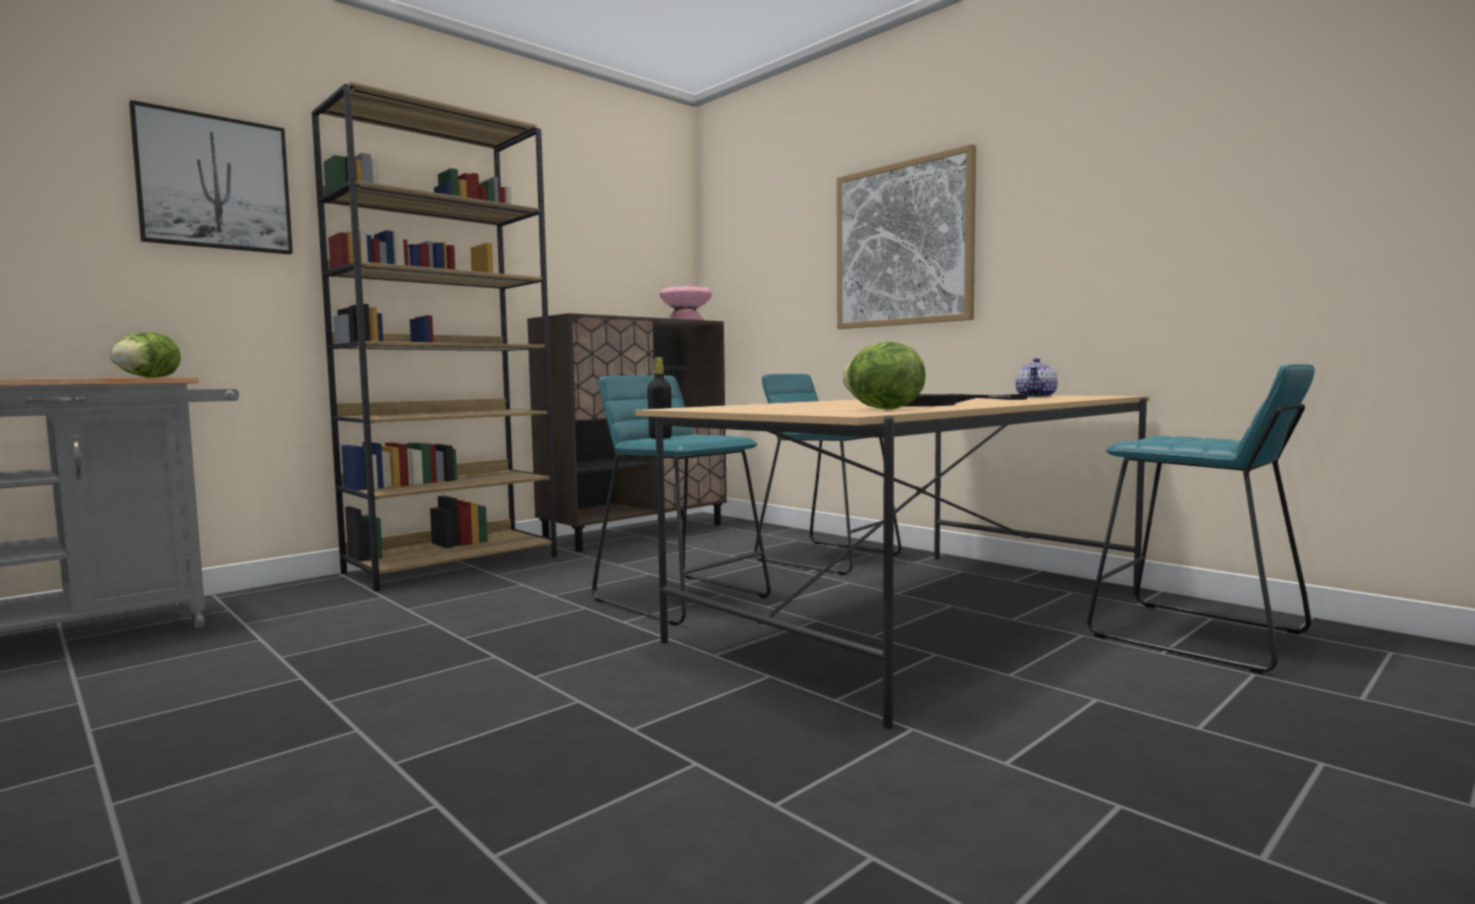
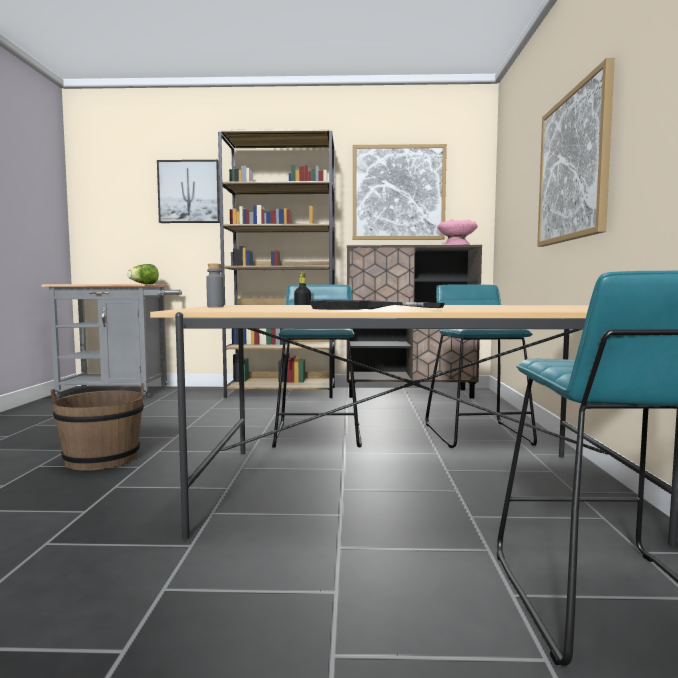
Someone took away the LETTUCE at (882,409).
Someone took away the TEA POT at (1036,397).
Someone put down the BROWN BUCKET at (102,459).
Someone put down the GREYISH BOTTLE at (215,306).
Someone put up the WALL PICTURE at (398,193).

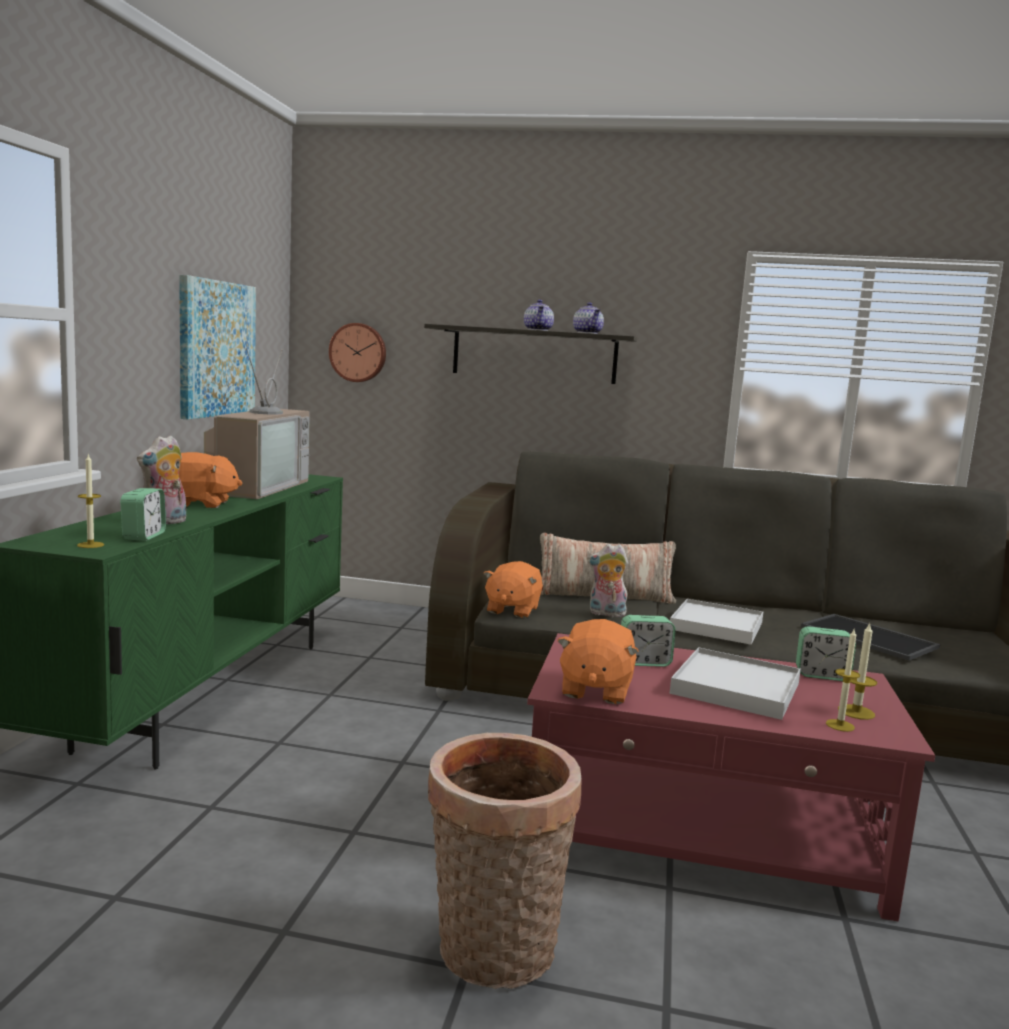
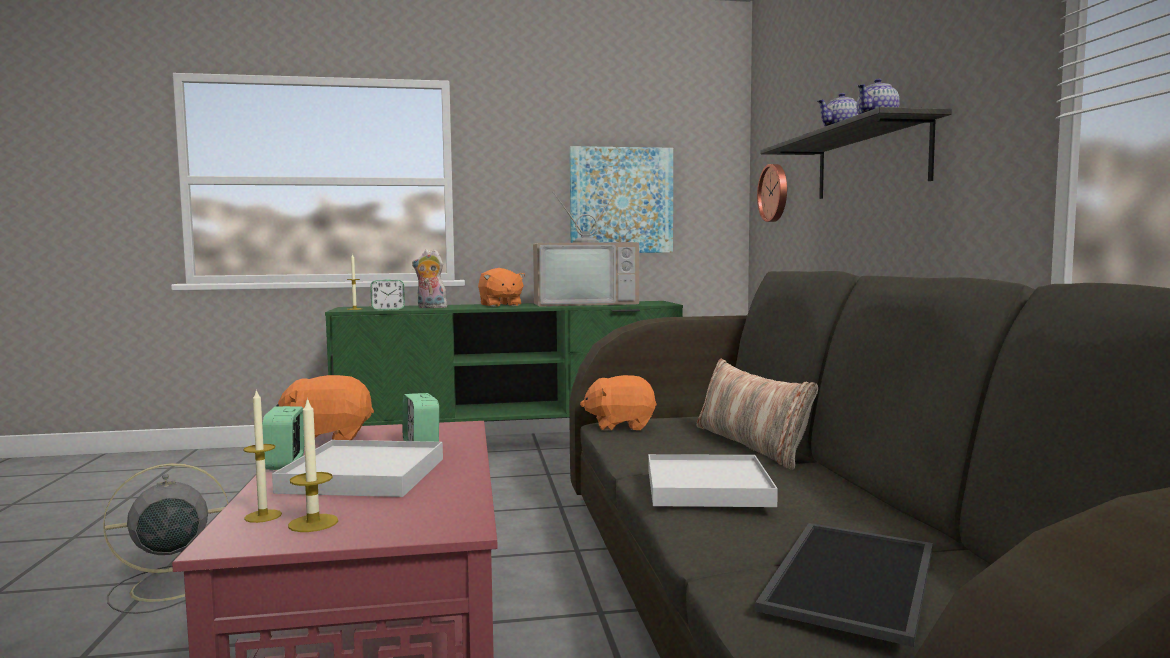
Someone swapped the BASKET at (493,955) for the GREYISH ELECTRIC FAN at (168,586).
Someone took away the CUDDLY TOY at (606,614).
Someone carried the BEDSIDE CLOCK from (822,675) to (285,463).

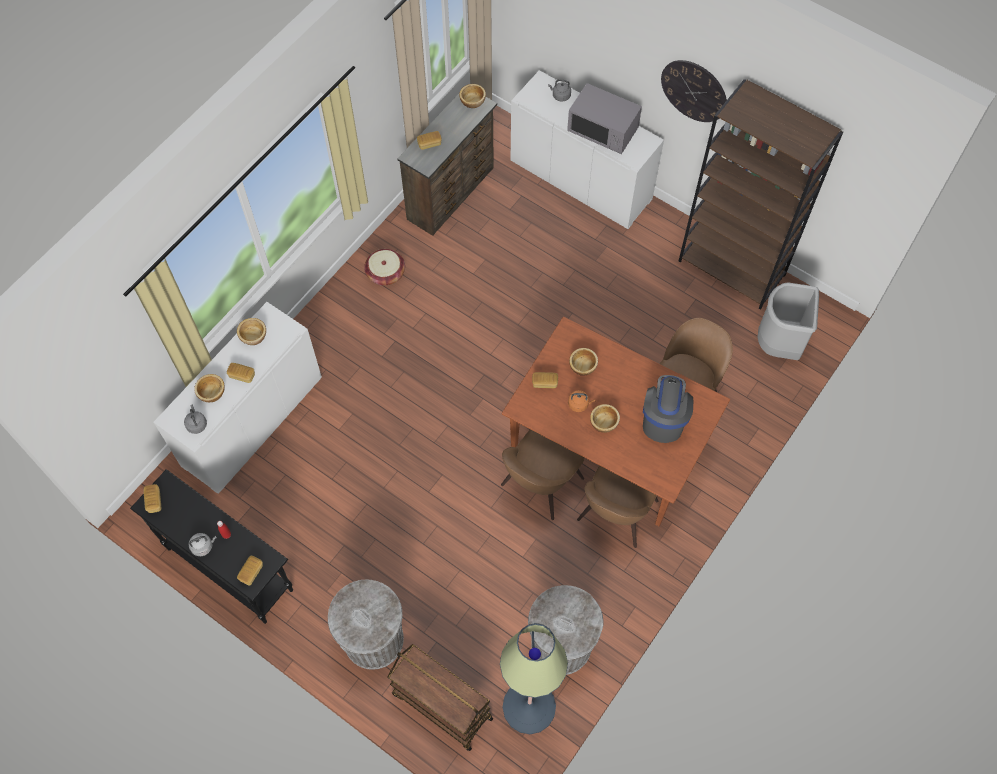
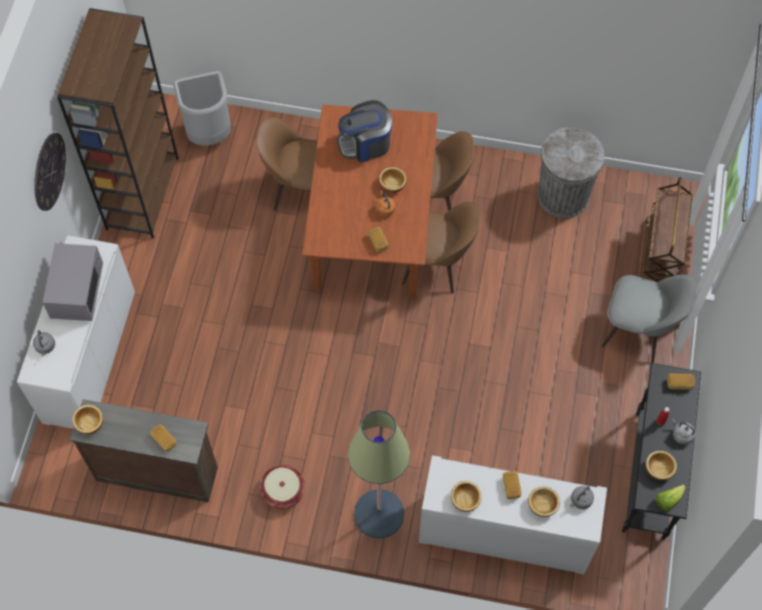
Someone swapped the BAKERY BREAD at (154,501) for the LETTUCE at (668,500).
Someone swapped the GREYISH WASTE BIN at (373,639) for the GREYISH UPRIGHT CHAIR at (639,330).
Someone carried the STANDING LAMP from (529,707) to (379,514).
Someone carried the SERVING BOWL from (582,365) to (658,469).

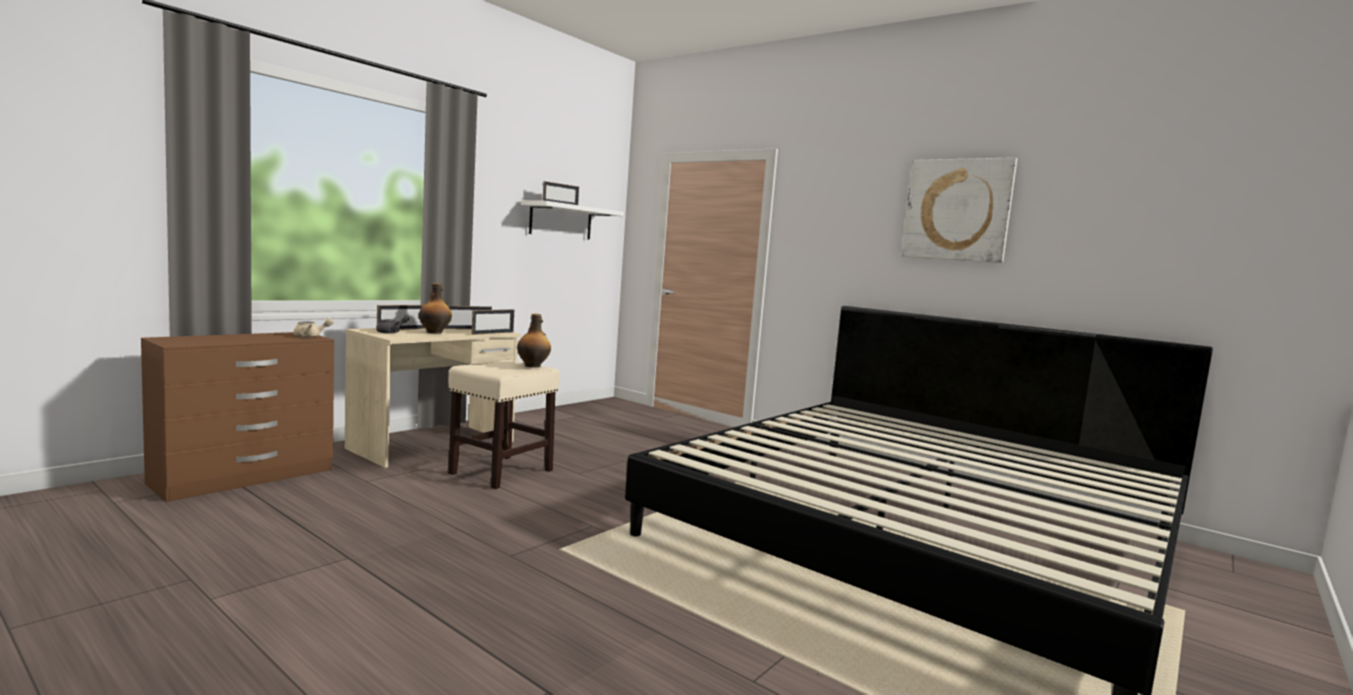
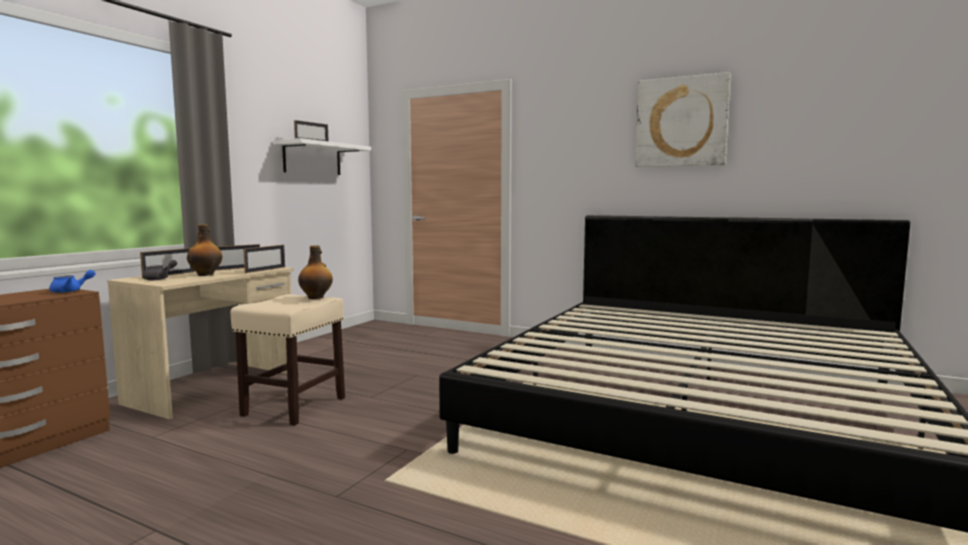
Someone repainted the BEIGE-COLOURED TEA POT at (311,336), which became the BLUISH TEA POT at (71,291).

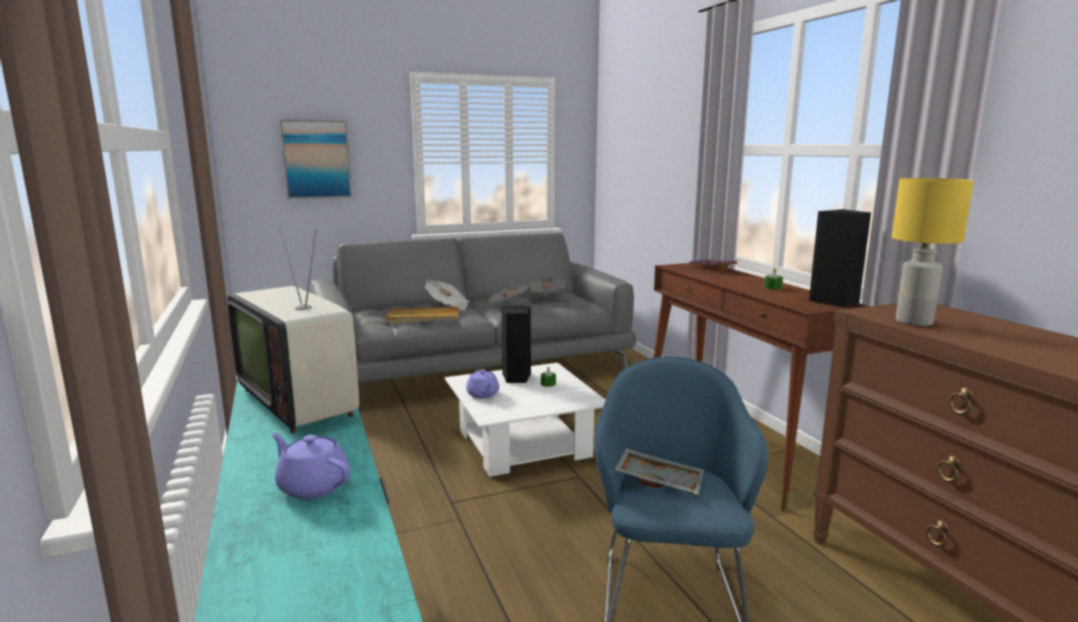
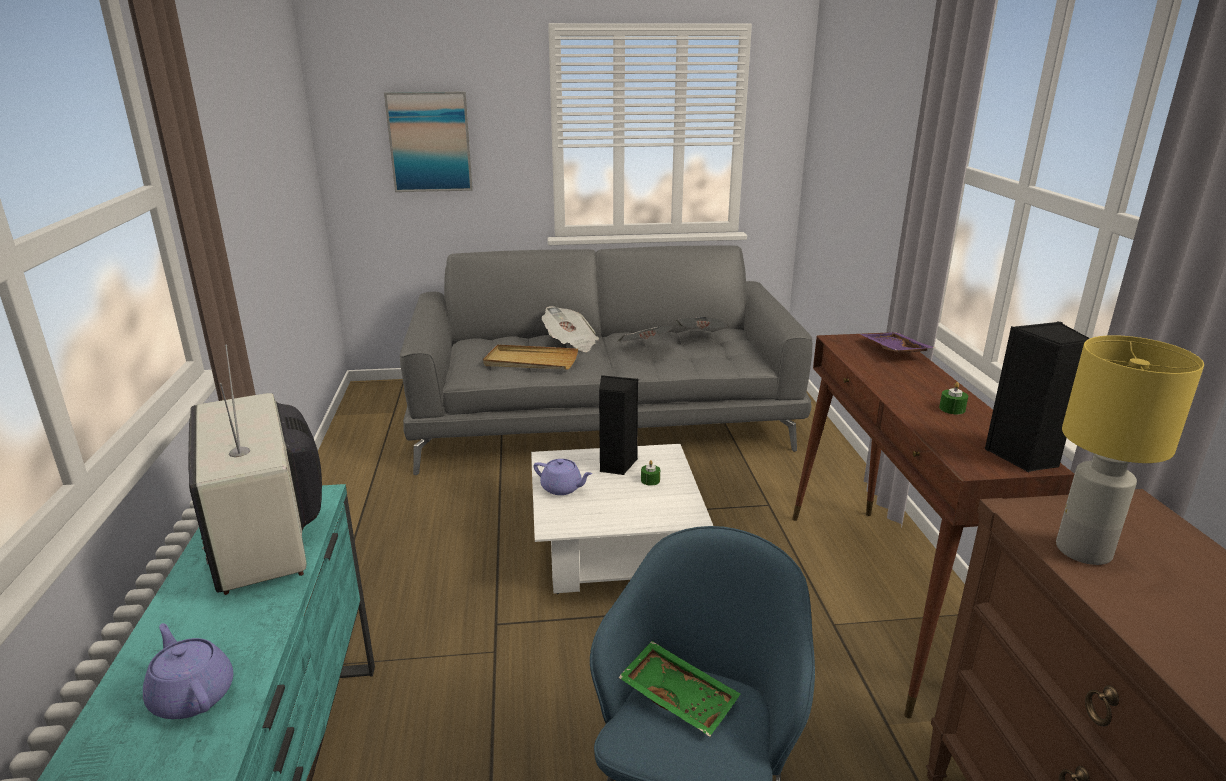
Someone rotated the PURPLE-COLOURED TEA POT at (483,395) by 60 degrees counterclockwise.
Someone repainted the GREYISH SERVING TRAY at (659,480), which became the GREENISH SERVING TRAY at (679,696).

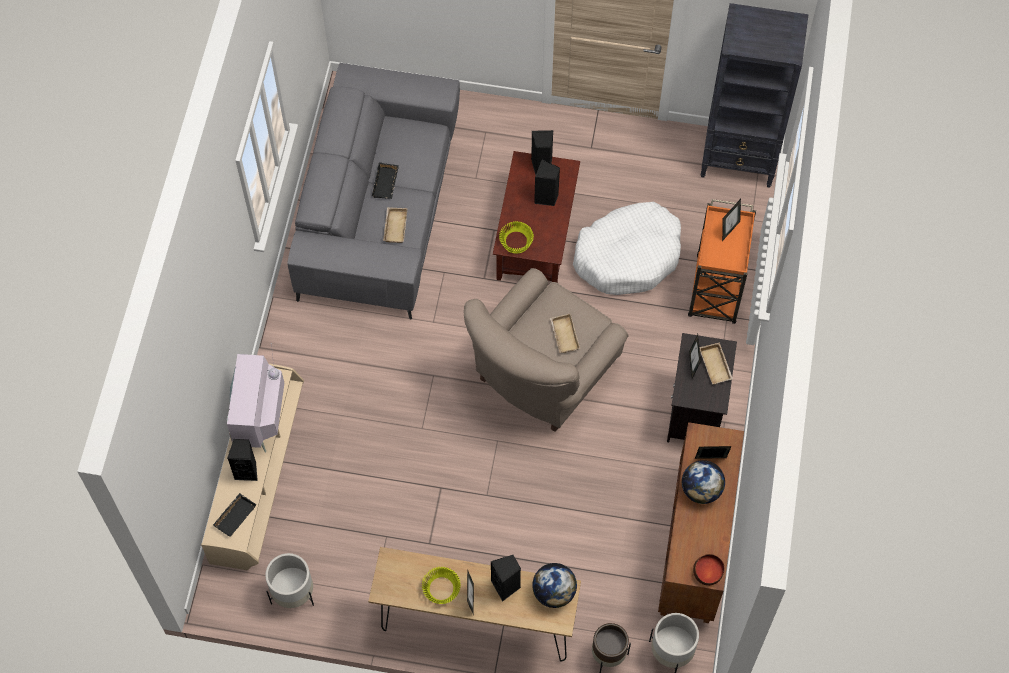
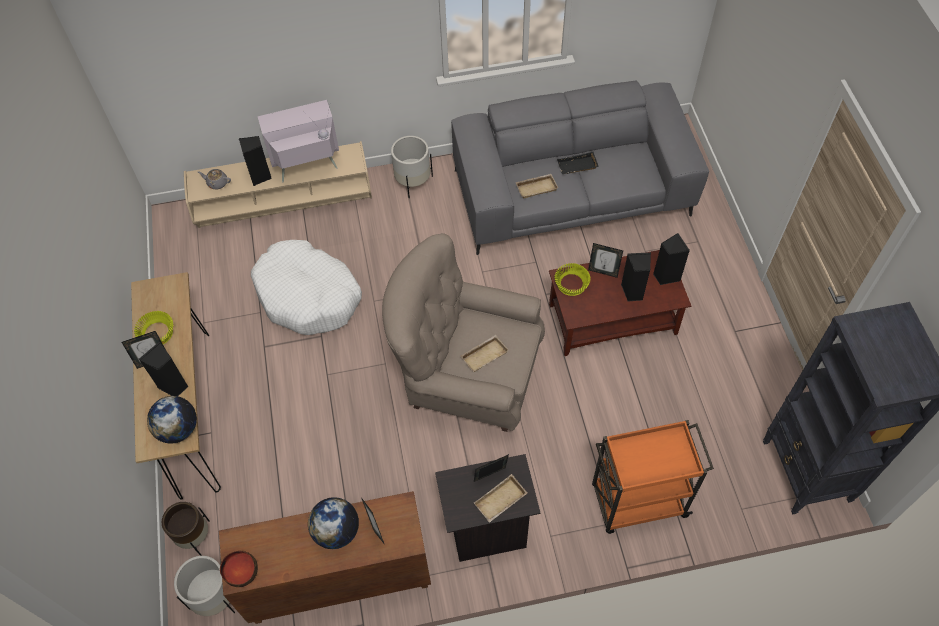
Someone swapped the BLACK-COLOURED SERVING TRAY at (234,515) for the GREYISH TEA POT at (217,183).
Someone carried the WHITE FLOWER POT from (293,593) to (413,182).
Someone carried the WHITE DOG CUSHION from (628,255) to (308,296).
Someone carried the PHOTO FRAME from (729,230) to (603,272).

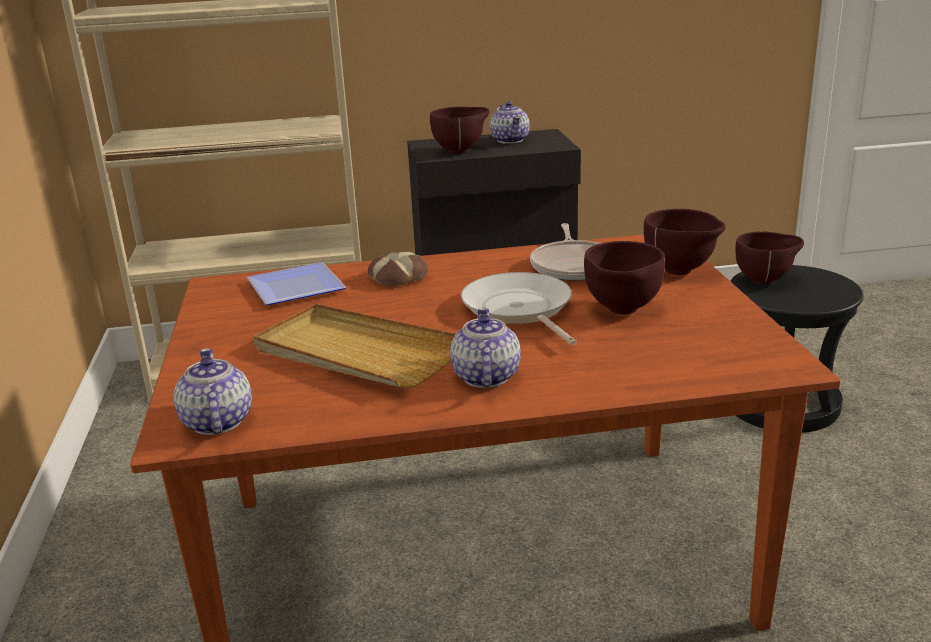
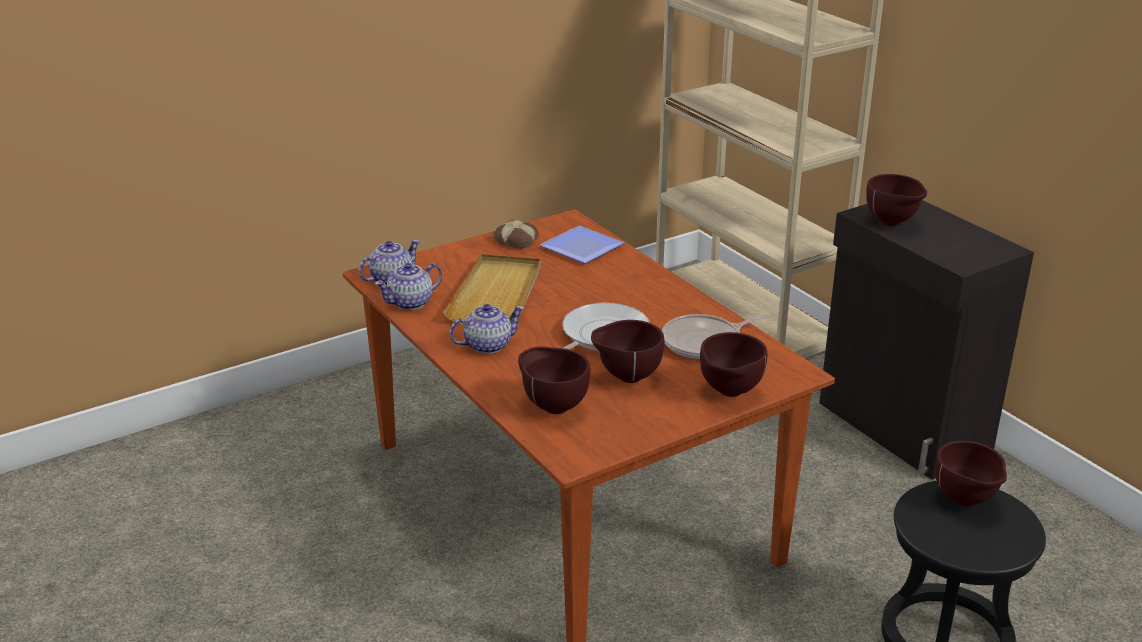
Someone carried the BAKERY BREAD from (398,277) to (517,240).
Someone carried the TEA POT from (510,140) to (411,303).
Someone put down the BROWN SERVING BOWL at (553,406).

